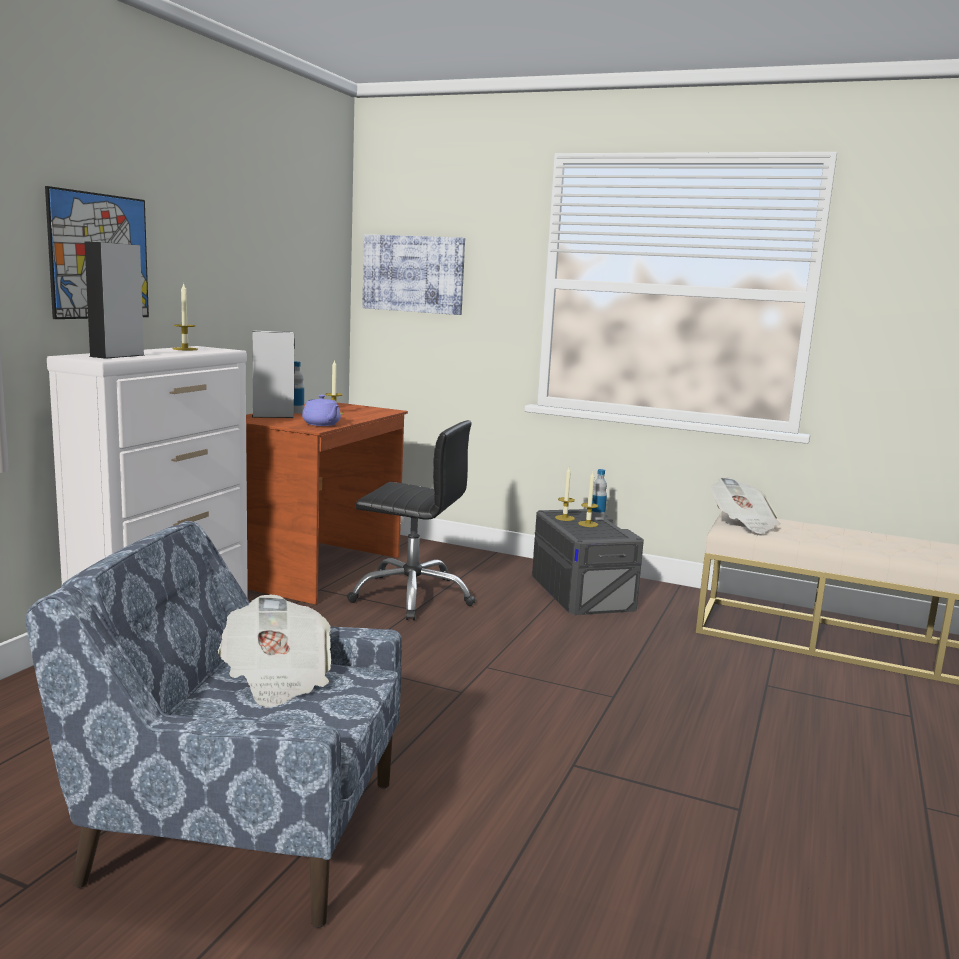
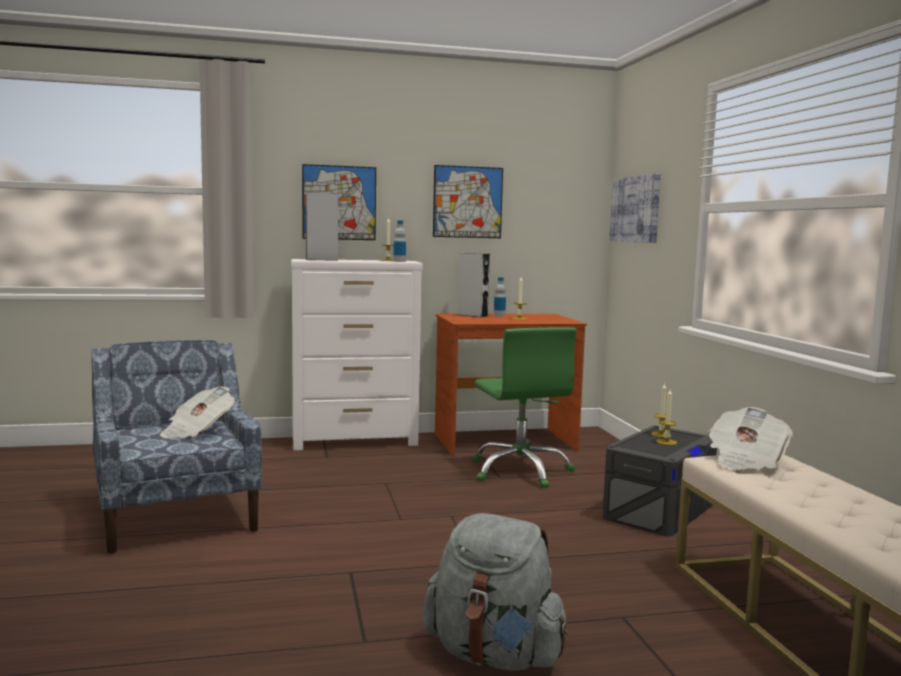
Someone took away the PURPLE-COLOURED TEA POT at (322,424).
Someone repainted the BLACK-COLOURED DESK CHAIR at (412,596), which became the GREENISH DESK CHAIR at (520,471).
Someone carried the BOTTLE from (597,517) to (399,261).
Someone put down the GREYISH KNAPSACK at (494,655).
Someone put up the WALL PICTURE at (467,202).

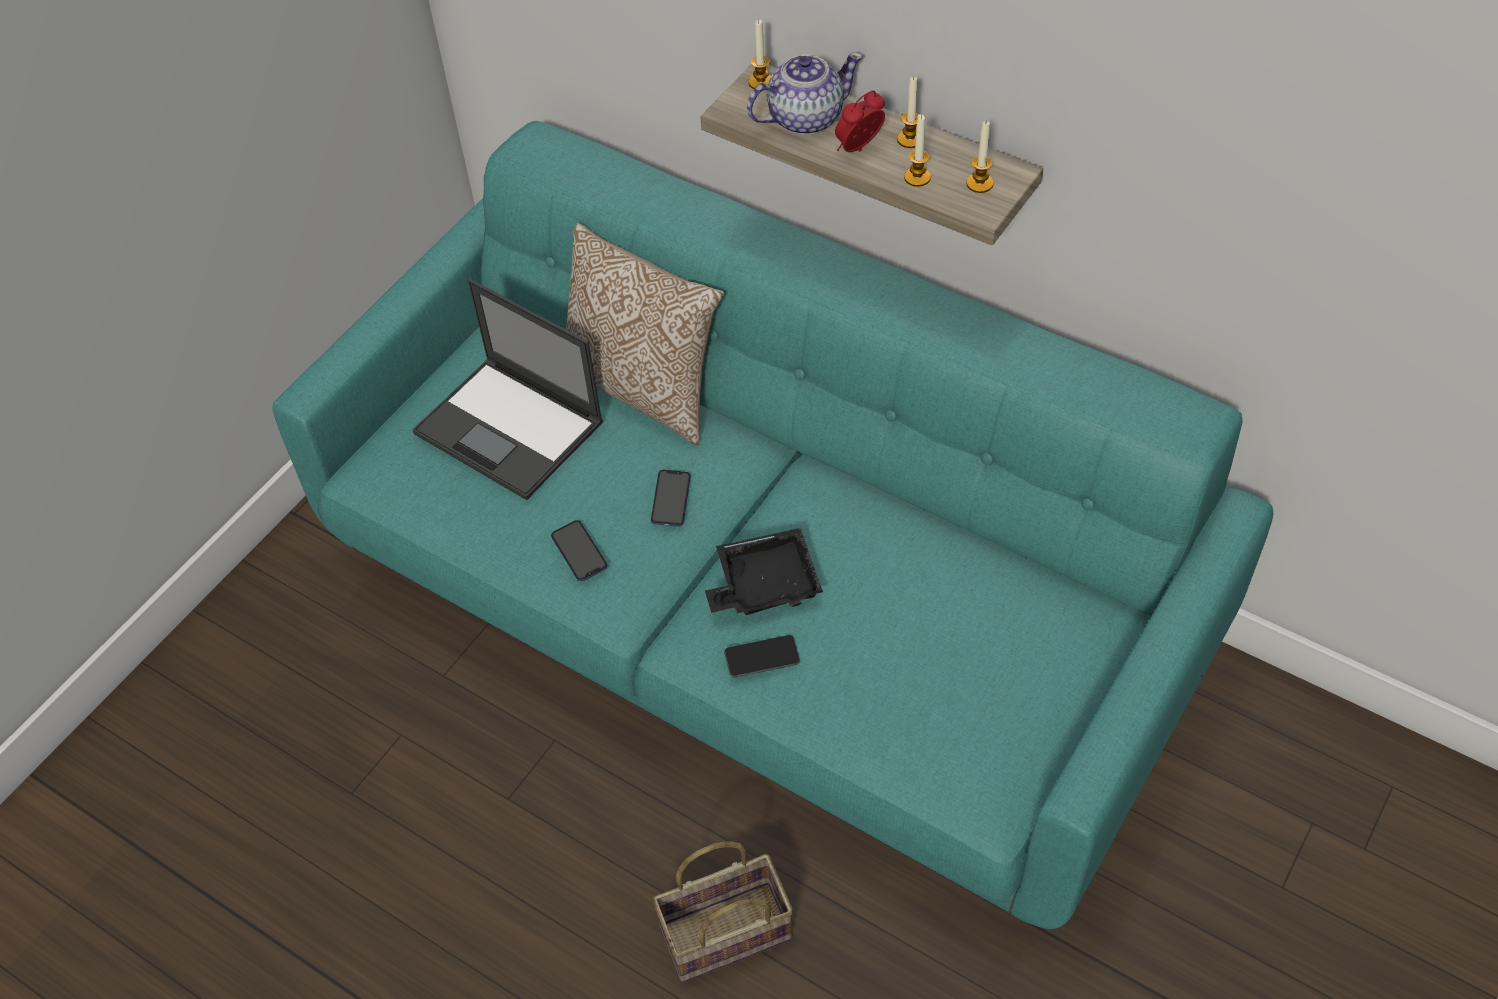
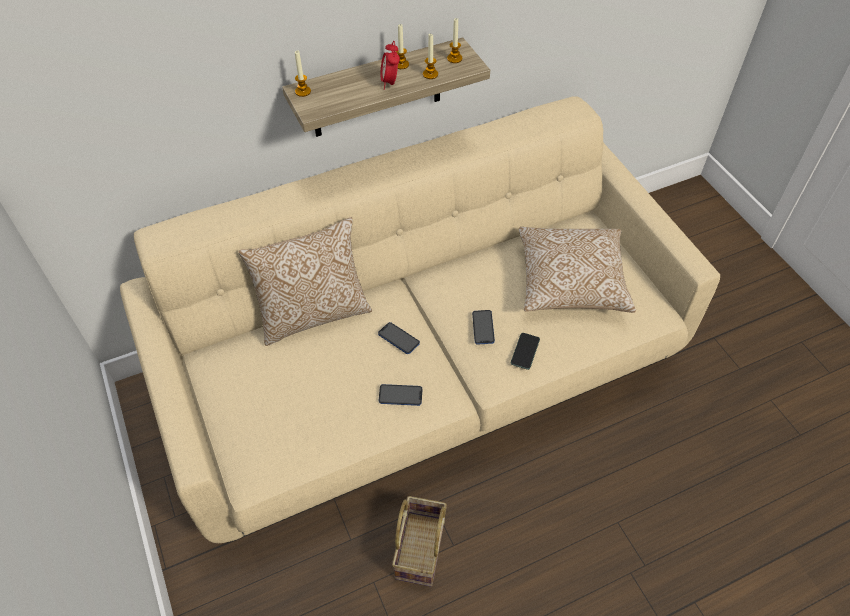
Someone repainted the BLUE-GREEN SOFA at (758,612), which became the BEIGE-COLOURED SOFA at (424,372).
Someone took away the LAPTOP at (511,428).
Someone carried the BASKET from (723,936) to (421,551).
Someone swapped the BLACK-COLOURED SERVING TRAY at (764,584) for the PHONE at (483,328).
Someone took away the TEA POT at (804,118).
Someone put down the PILLOW at (571,282).

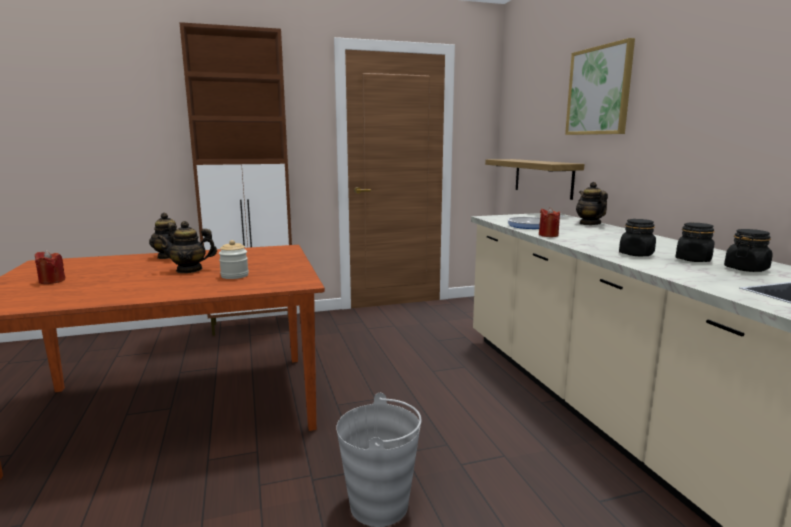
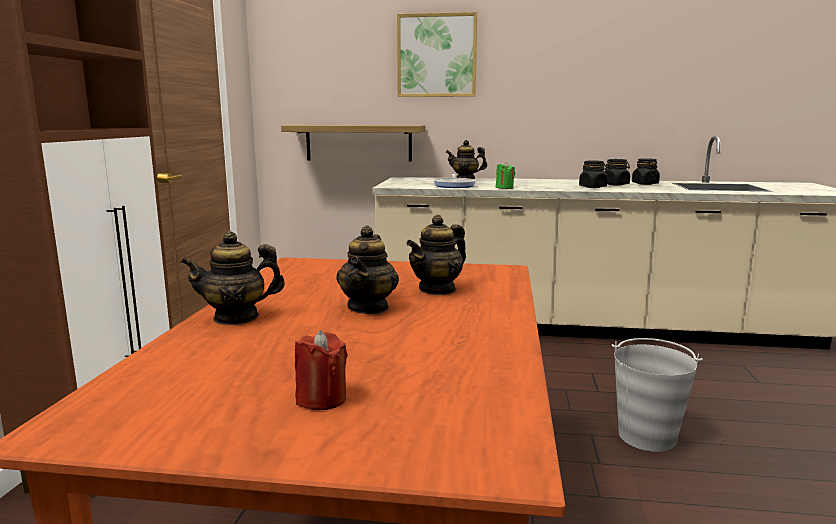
Someone swapped the STORAGE JAR at (234,276) for the TEA POT at (437,289).
Someone repainted the RED-COLOURED WAX LIGHT at (548,235), which became the GREENISH WAX LIGHT at (504,188).

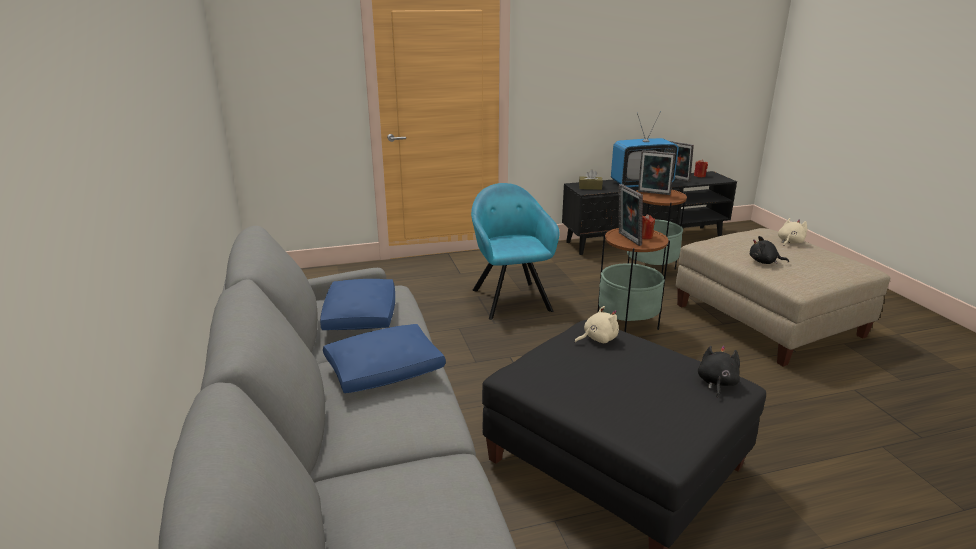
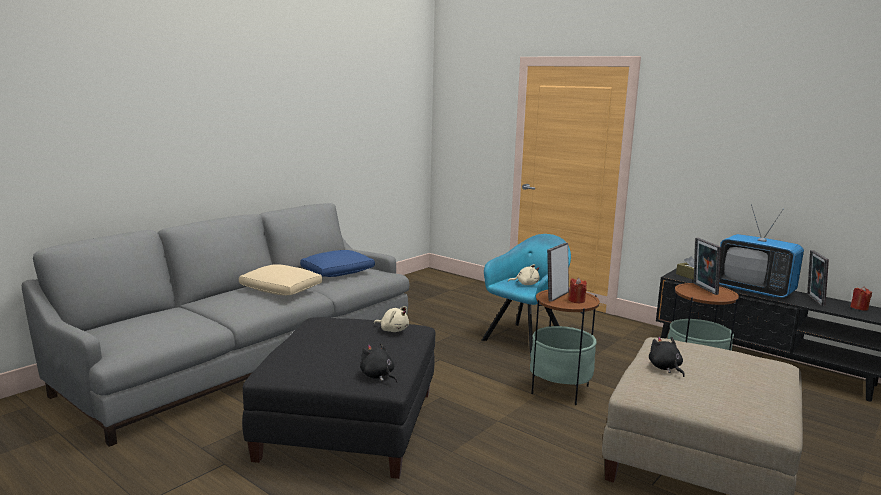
Someone repainted the BLUISH PILLOW at (383,371), which became the BEIGE-COLOURED PILLOW at (280,290).
Someone rotated the BLACK-COLOURED CUDDLY TOY at (716,383) by 120 degrees counterclockwise.
Someone carried the BEIGE-COLOURED CUDDLY TOY from (790,242) to (526,284).

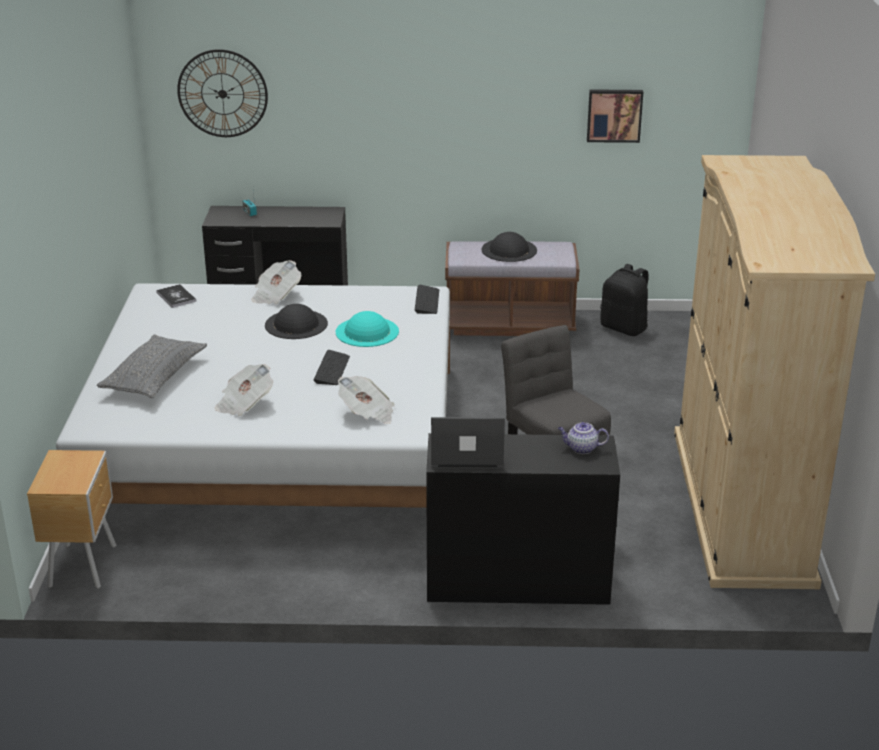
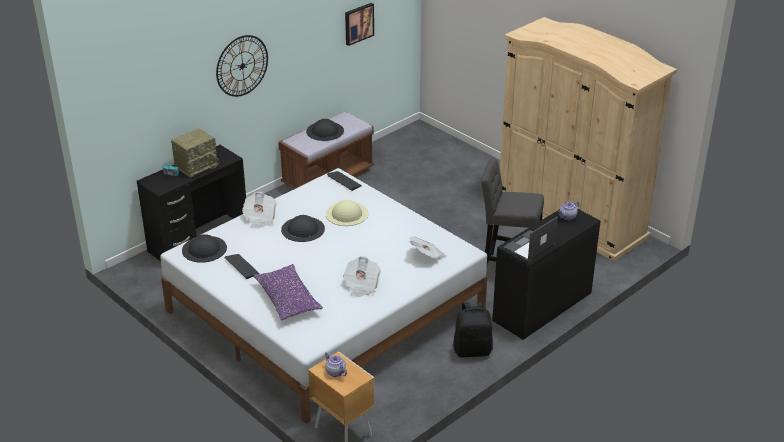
Someone repainted the GREYISH PILLOW at (155,378), which became the PURPLE-COLOURED PILLOW at (287,299).
Someone swapped the BOOK at (176,297) for the BLACK-COLOURED CLOTHING HAT at (204,249).
Someone carried the HANGING CLOCK from (222,93) to (242,66).
Someone carried the KEYBOARD from (332,369) to (242,266).
Someone repainted the BLUE-GREEN CLOTHING HAT at (367,332), which became the BEIGE-COLOURED CLOTHING HAT at (347,214).
Someone carried the BLACK-COLOURED KNAPSACK from (624,328) to (472,350).
Someone put down the RADIO at (196,166).
Someone put down the TEA POT at (335,372).

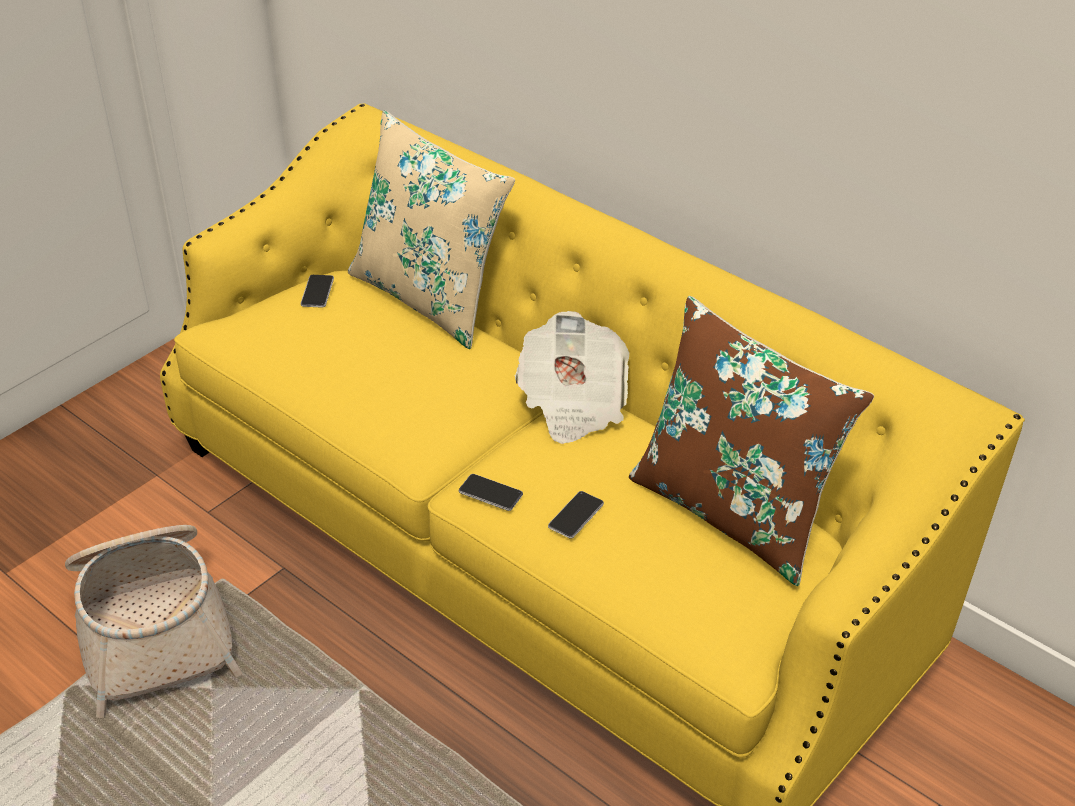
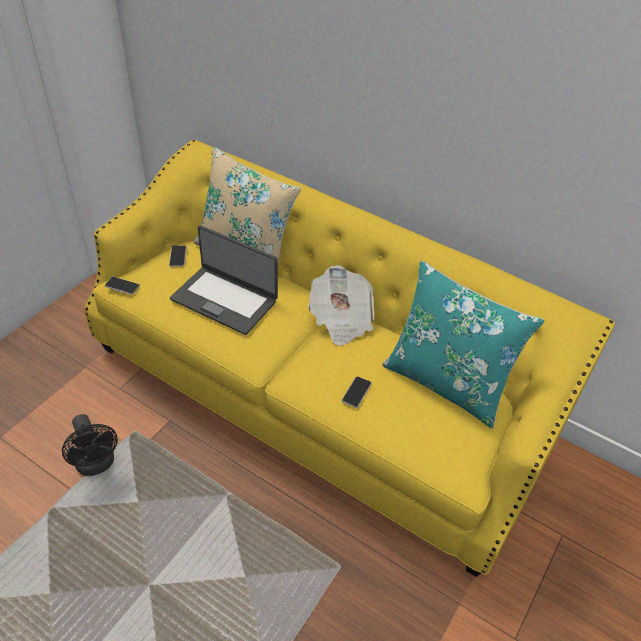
Someone swapped the BASKET at (153,627) for the BLACK-COLOURED ELECTRIC FAN at (96,465).
Someone carried the PHONE from (490,493) to (122,286).
Someone repainted the BROWN PILLOW at (733,511), which became the BLUE-GREEN PILLOW at (446,382).
Someone put down the LAPTOP at (225,299).

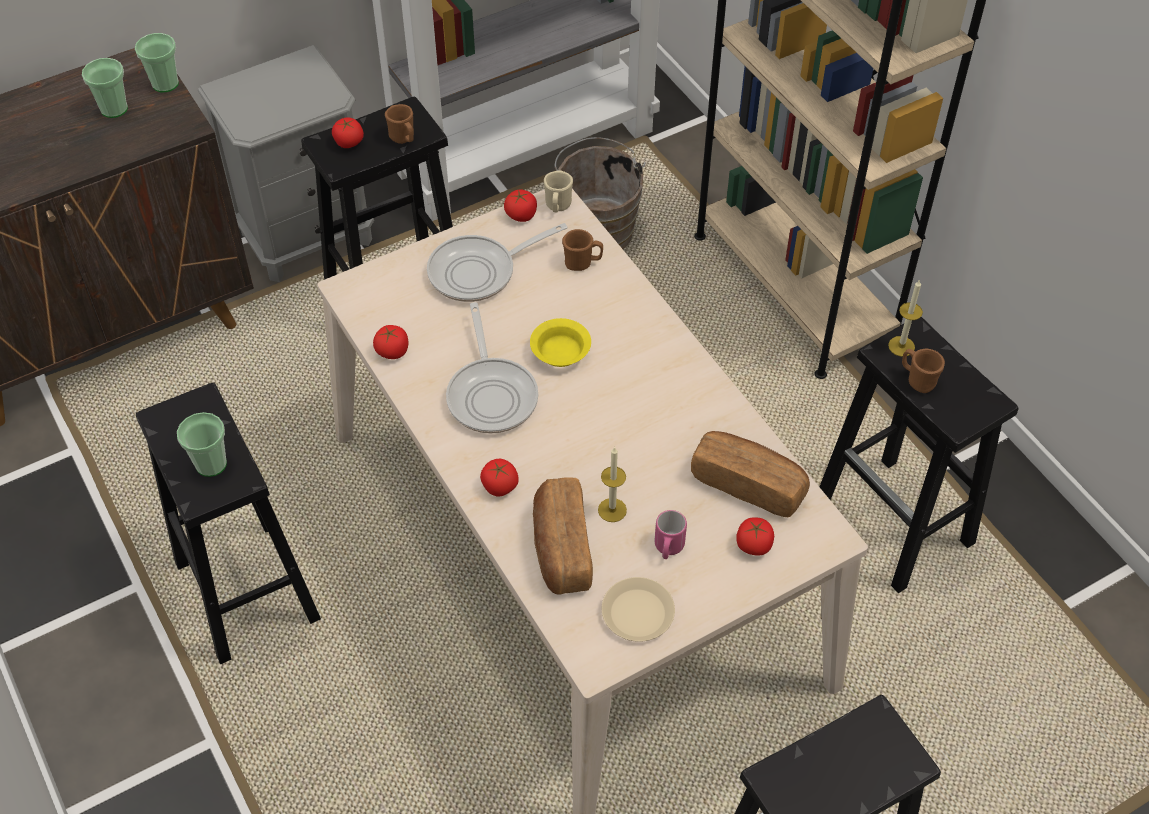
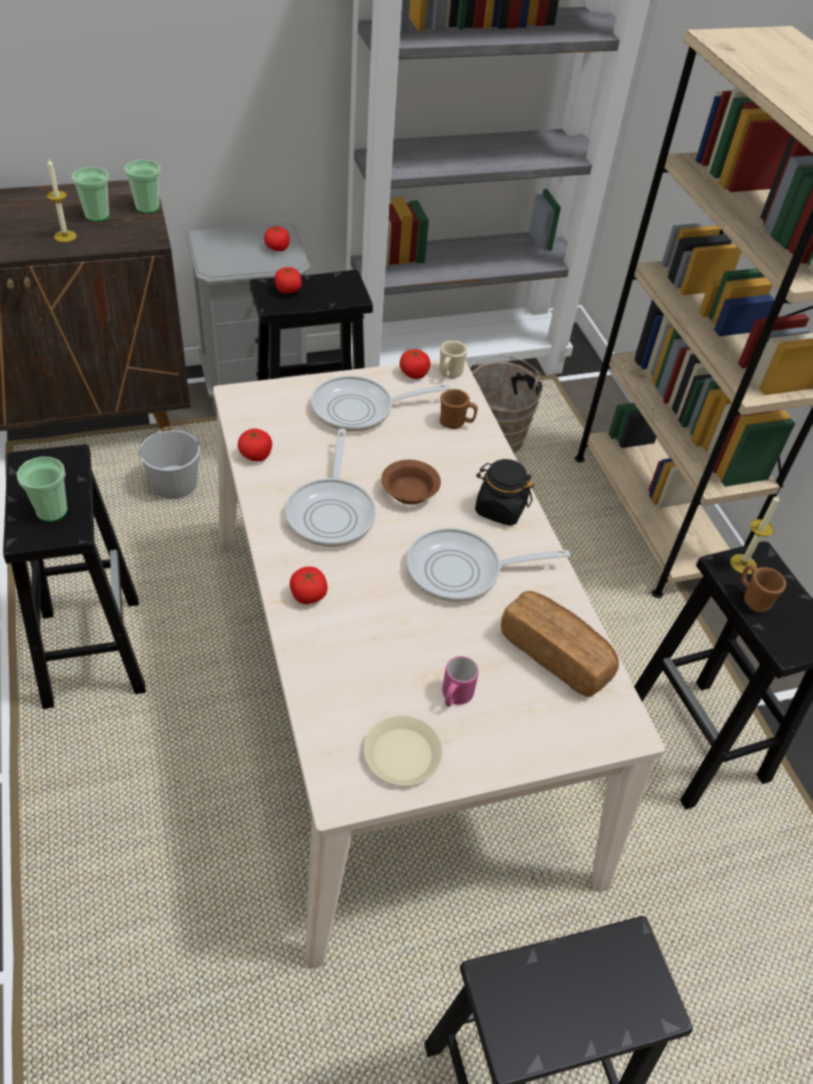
Someone took away the BROWN MUG at (404,138).
Someone repainted the YELLOWISH SERVING BOWL at (559,353), which became the BROWN SERVING BOWL at (408,492).
Someone took away the BAKERY BREAD at (561,548).
Someone carried the WAX LIGHT from (612,510) to (65,236).
Someone carried the WHOLE TOMATO from (753,545) to (277,248).
Someone put down the WHITE BUCKET at (175,484).
Someone put down the SKILLET at (462,571).
Someone put down the BLACK-COLOURED STORAGE JAR at (499,509).

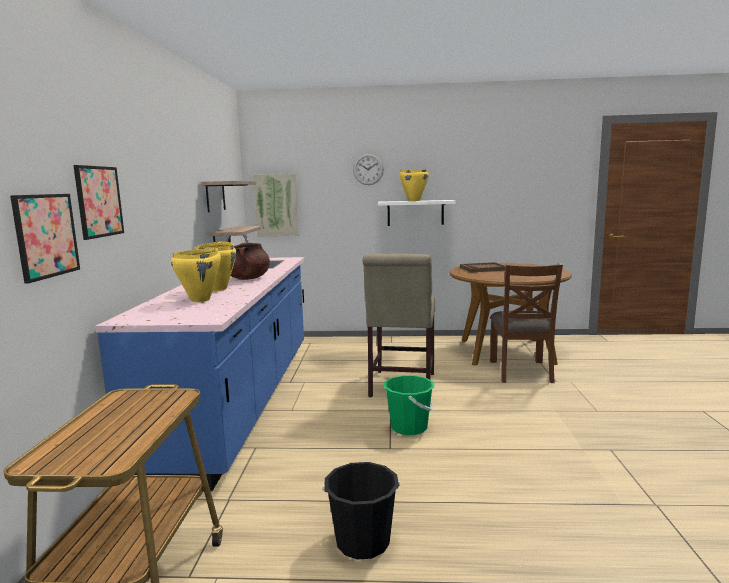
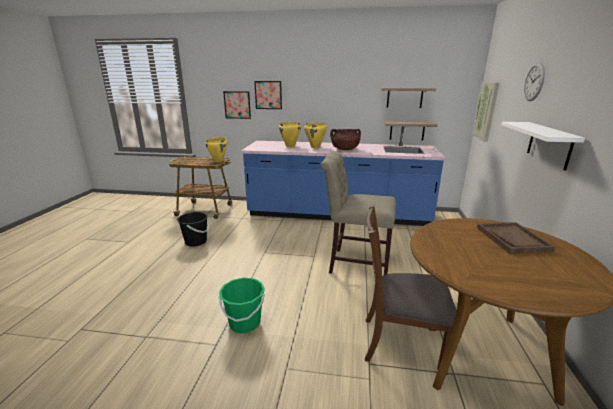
Someone carried the GREENISH BUCKET from (409,427) to (244,323).
Someone carried the YELLOWISH SAUCEPOT from (413,200) to (218,161).

